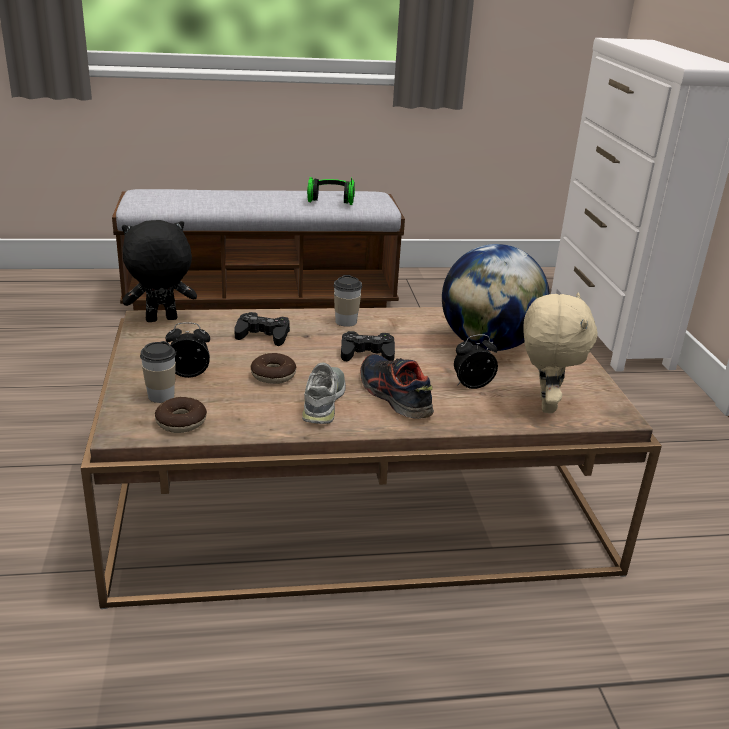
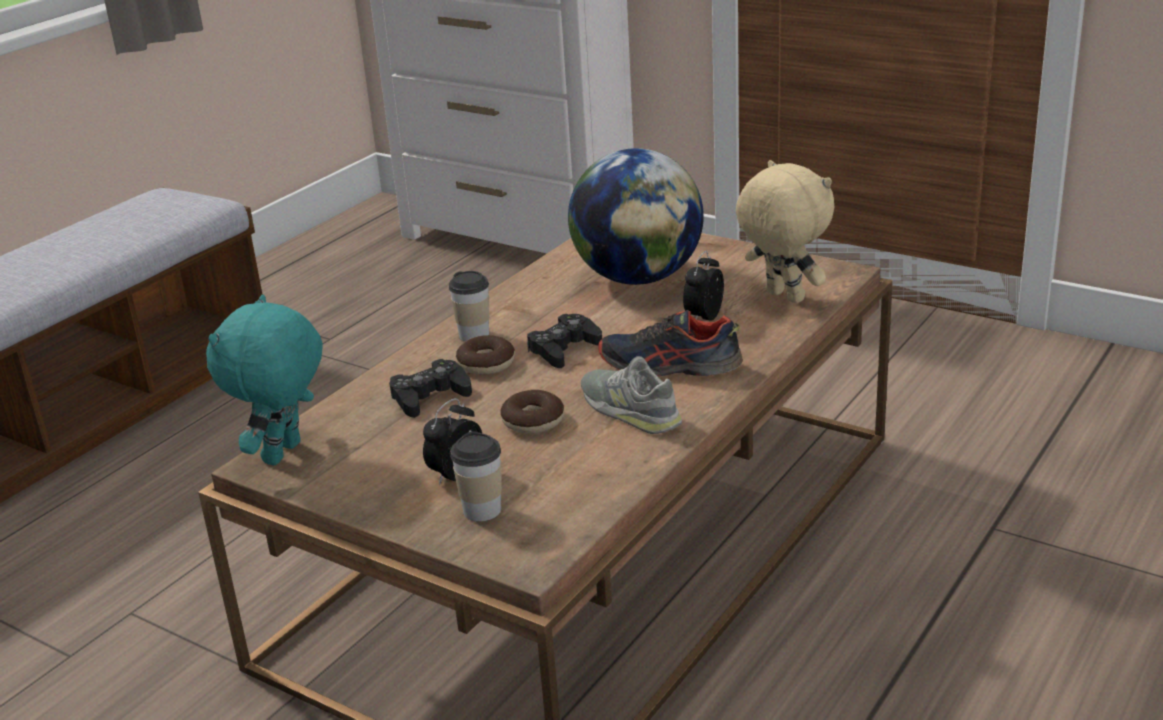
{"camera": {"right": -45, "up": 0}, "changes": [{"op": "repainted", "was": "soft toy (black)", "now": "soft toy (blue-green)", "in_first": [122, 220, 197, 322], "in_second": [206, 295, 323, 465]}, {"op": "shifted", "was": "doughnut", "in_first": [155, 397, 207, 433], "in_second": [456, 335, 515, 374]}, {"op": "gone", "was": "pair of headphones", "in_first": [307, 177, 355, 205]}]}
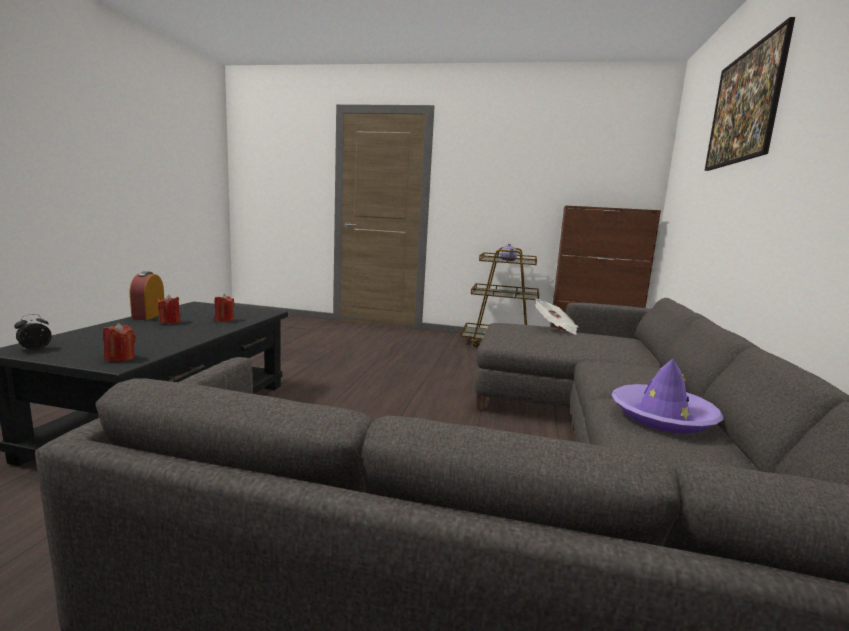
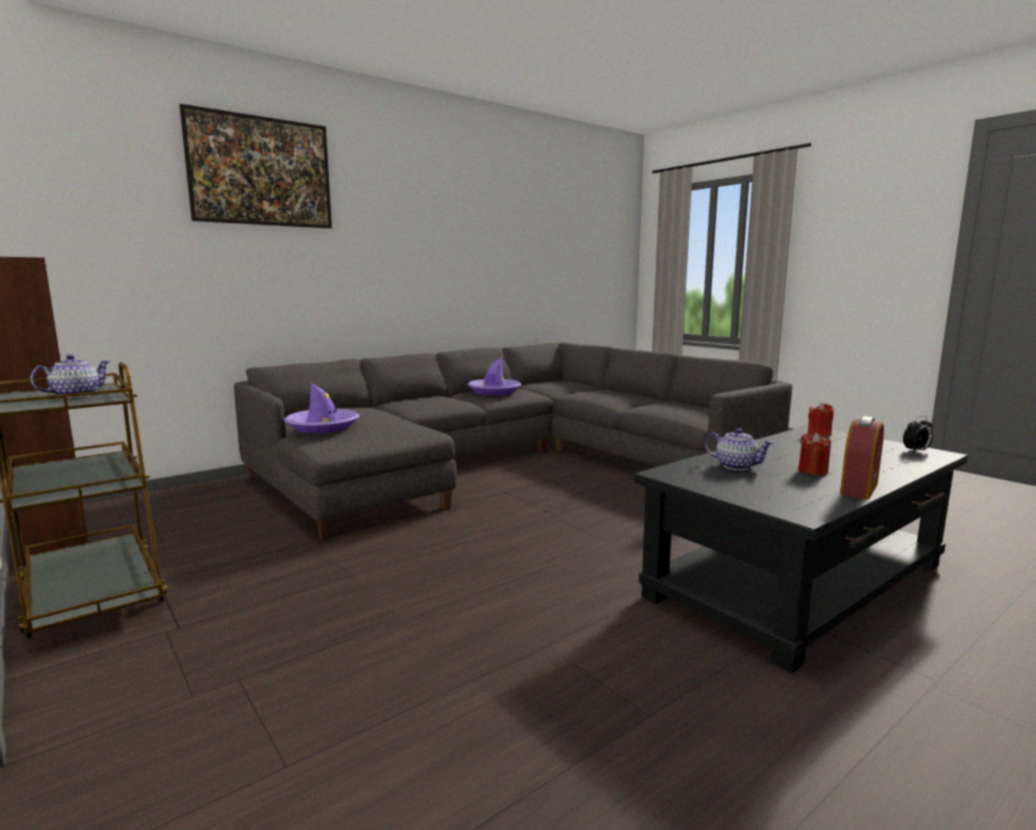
{"camera": {"right": -140, "up": 0}, "changes": [{"op": "swapped", "was": "candle (red)", "now": "tea pot", "in_first": [214, 294, 234, 322], "in_second": [705, 428, 774, 470]}, {"op": "swapped", "was": "newspaper", "now": "wearable hat (purple)", "in_first": [535, 299, 578, 335], "in_second": [284, 383, 360, 433]}]}
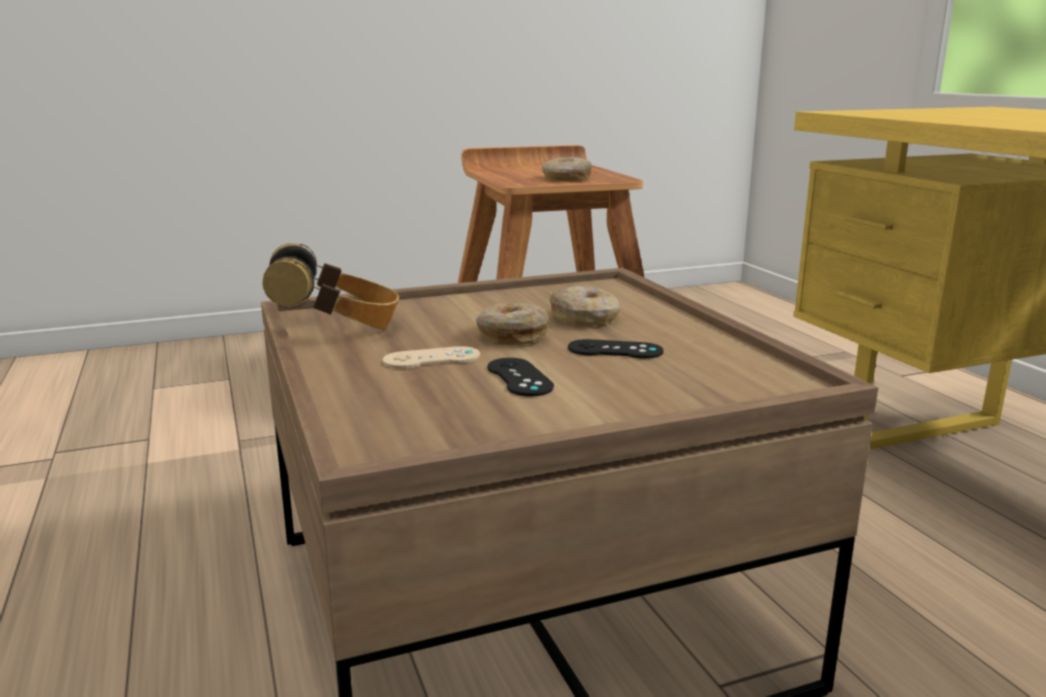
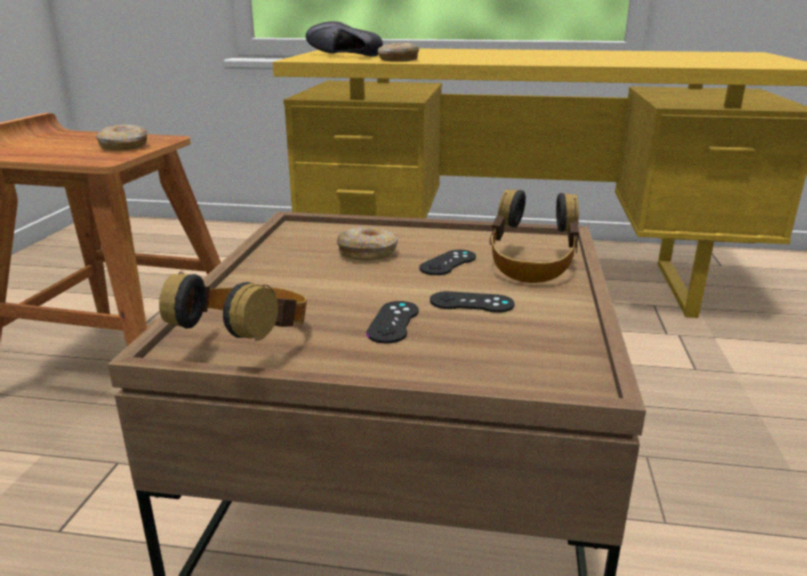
{"camera": {"right": -60, "up": 5}, "changes": [{"op": "repainted", "was": "game controller (beige)", "now": "game controller (black)", "in_first": [383, 346, 480, 369], "in_second": [366, 301, 419, 344]}, {"op": "shifted", "was": "doughnut", "in_first": [476, 303, 549, 345], "in_second": [378, 43, 419, 62]}, {"op": "new", "now": "shoe (black)", "in_second": [306, 21, 383, 57]}, {"op": "new", "now": "pair of headphones", "in_second": [490, 189, 579, 283]}]}
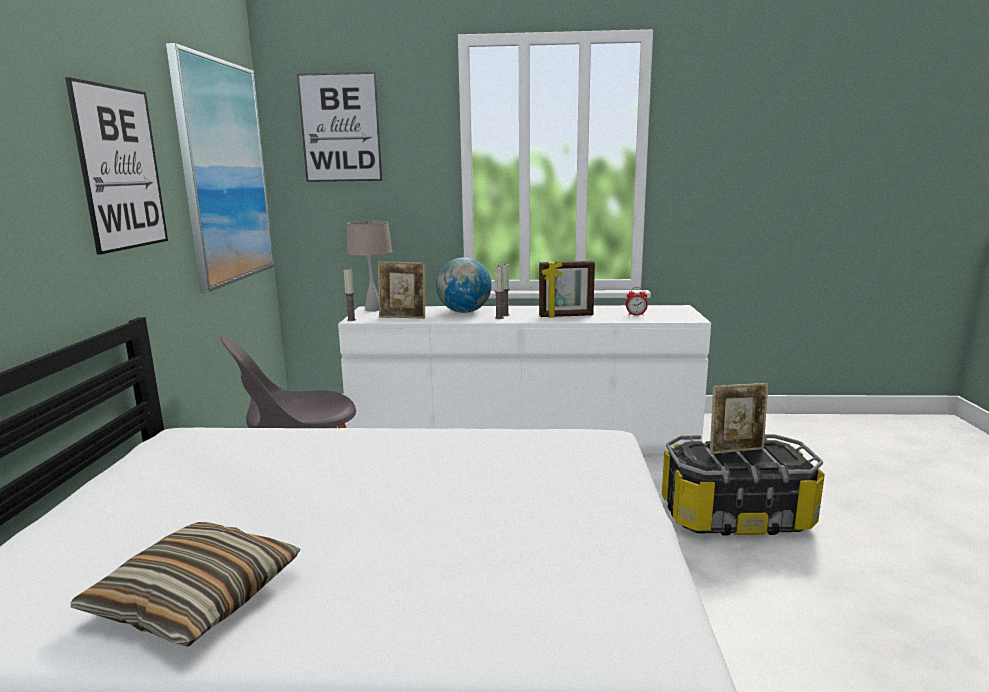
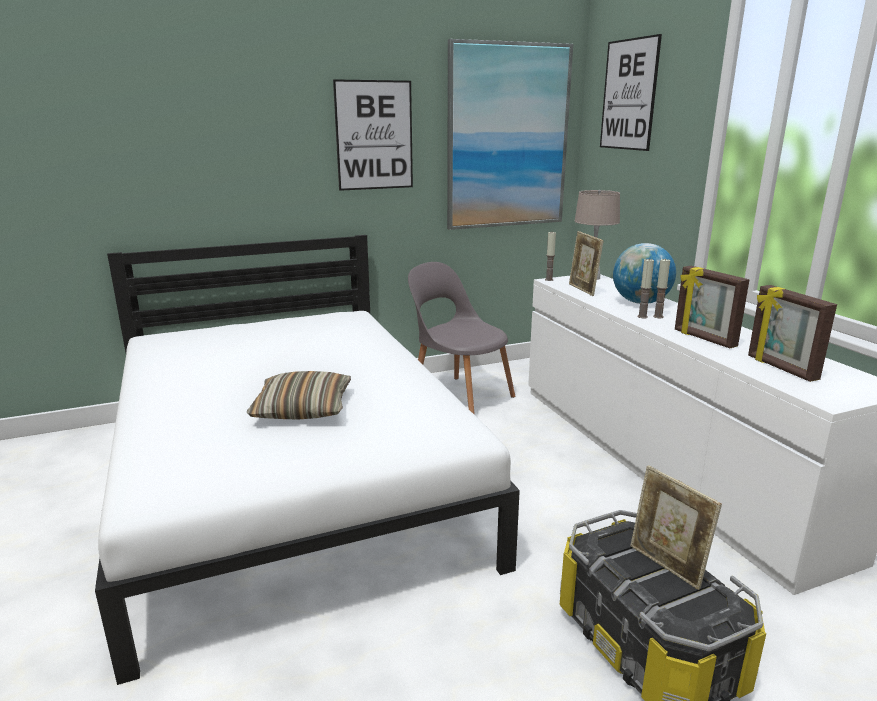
{"camera": {"right": 65, "up": 5}, "changes": [{"op": "shifted", "was": "pillow", "in_first": [70, 522, 301, 647], "in_second": [247, 371, 351, 420]}, {"op": "swapped", "was": "alarm clock", "now": "standing frame", "in_first": [626, 287, 648, 316], "in_second": [748, 285, 837, 382]}]}
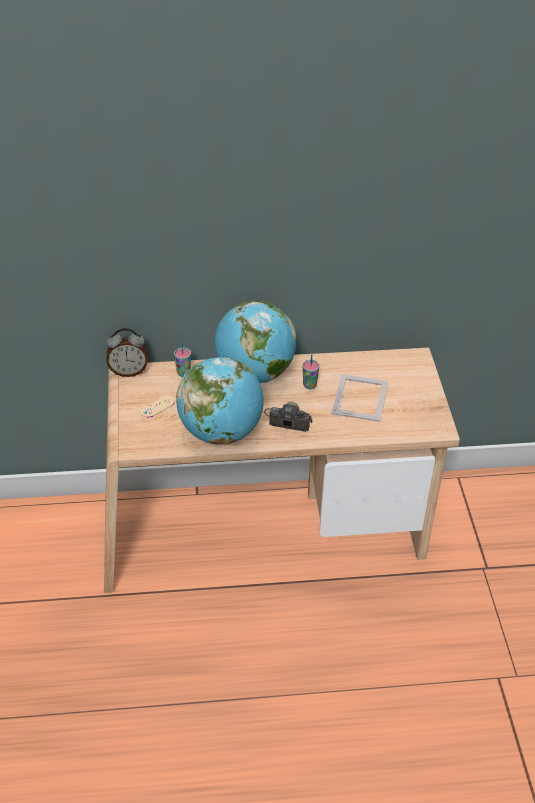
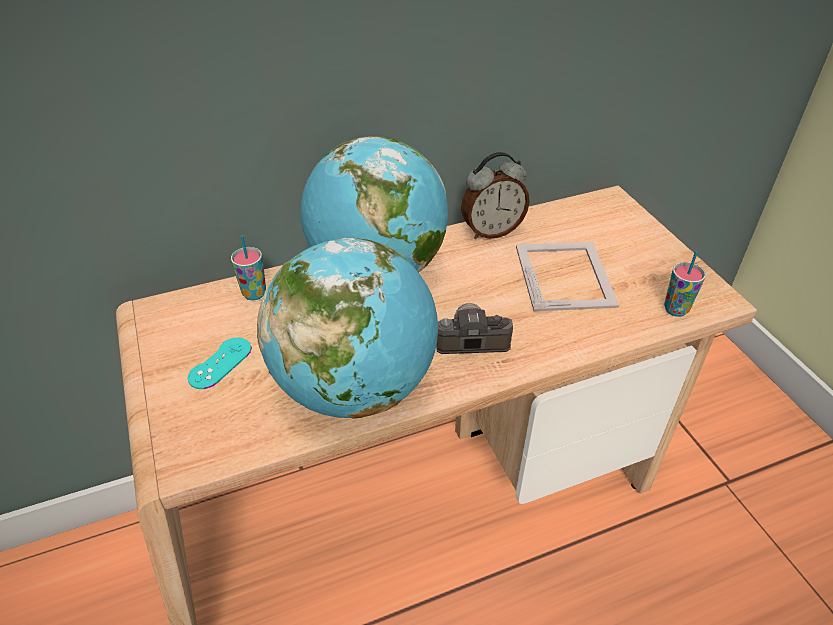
{"camera": {"right": -15, "up": 0}, "changes": [{"op": "shifted", "was": "alarm clock", "in_first": [106, 328, 148, 377], "in_second": [461, 152, 530, 239]}, {"op": "repainted", "was": "game controller (beige)", "now": "game controller (blue-green)", "in_first": [140, 395, 175, 418], "in_second": [188, 338, 251, 389]}, {"op": "shifted", "was": "small cup", "in_first": [303, 354, 320, 389], "in_second": [664, 251, 706, 317]}]}
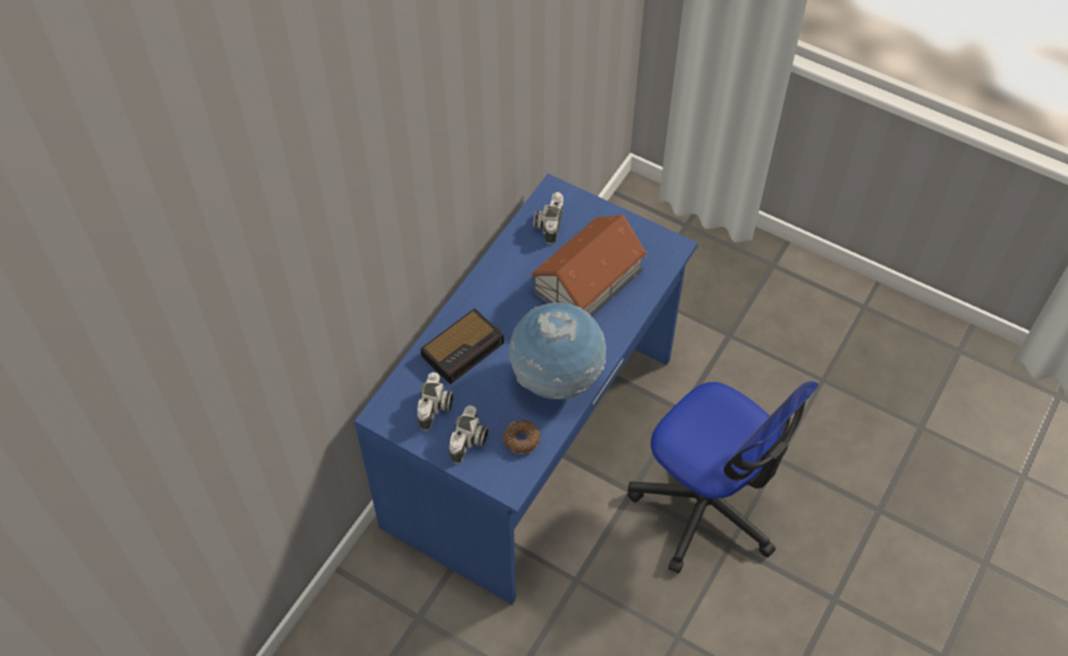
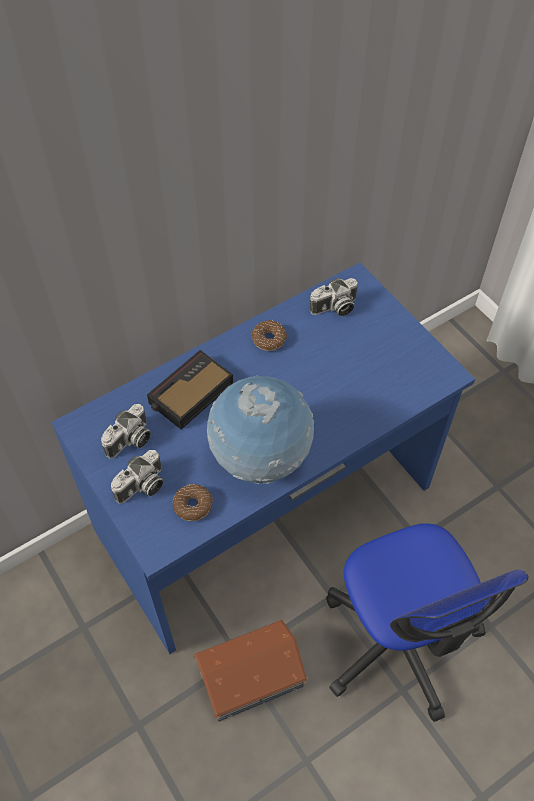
{"camera": {"right": 25, "up": 0}, "changes": [{"op": "rotated", "was": "alarm clock", "in_first": [421, 308, 504, 384], "in_second": [147, 350, 233, 429], "clockwise": 150}, {"op": "shifted", "was": "toy house", "in_first": [530, 215, 647, 316], "in_second": [192, 620, 308, 722]}, {"op": "rotated", "was": "photo camera", "in_first": [533, 192, 563, 244], "in_second": [309, 278, 358, 316], "clockwise": -150}, {"op": "new", "now": "doughnut", "in_second": [251, 320, 287, 351]}]}
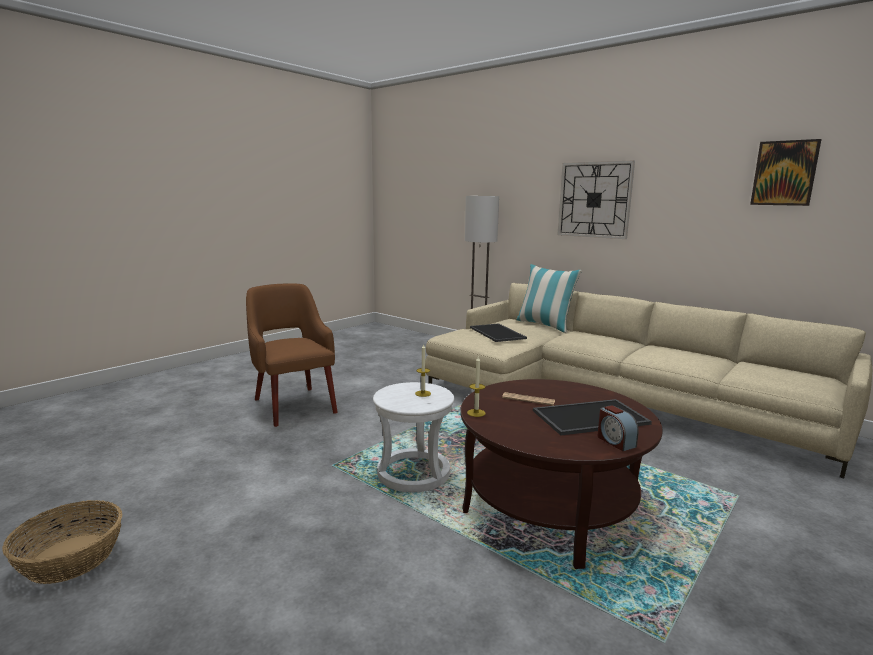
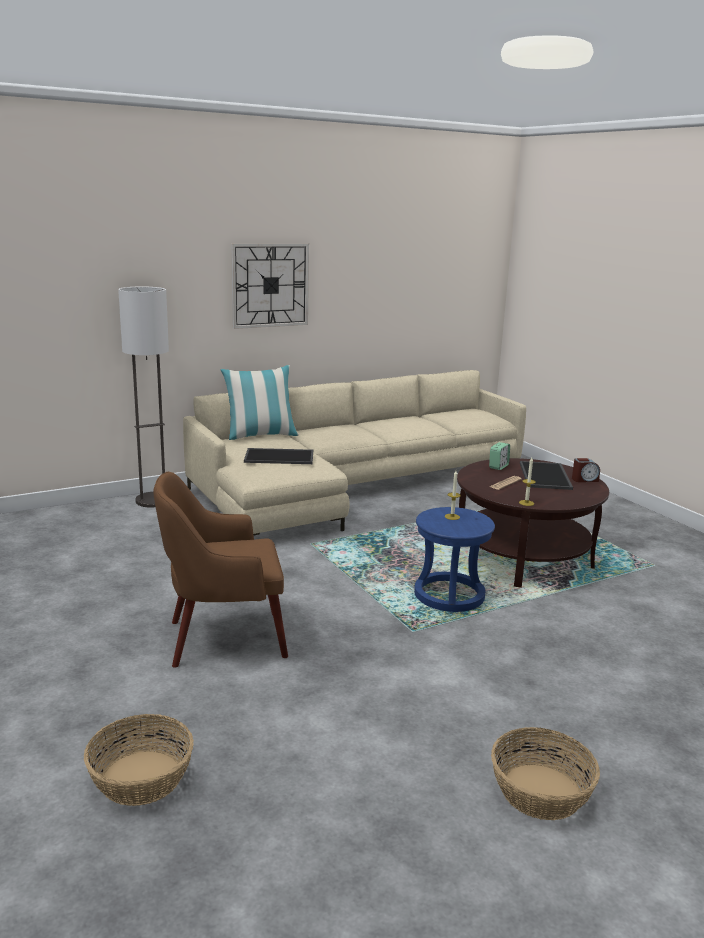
{"camera": {"right": -70, "up": 5}, "changes": [{"op": "repainted", "was": "stool (white)", "now": "stool (blue-coloured)", "in_first": [373, 382, 454, 493], "in_second": [414, 507, 495, 612]}, {"op": "gone", "was": "wall picture", "in_first": [750, 139, 821, 206]}, {"op": "new", "now": "storage basket", "in_second": [84, 714, 194, 806]}, {"op": "new", "now": "alarm clock", "in_second": [489, 442, 510, 470]}]}
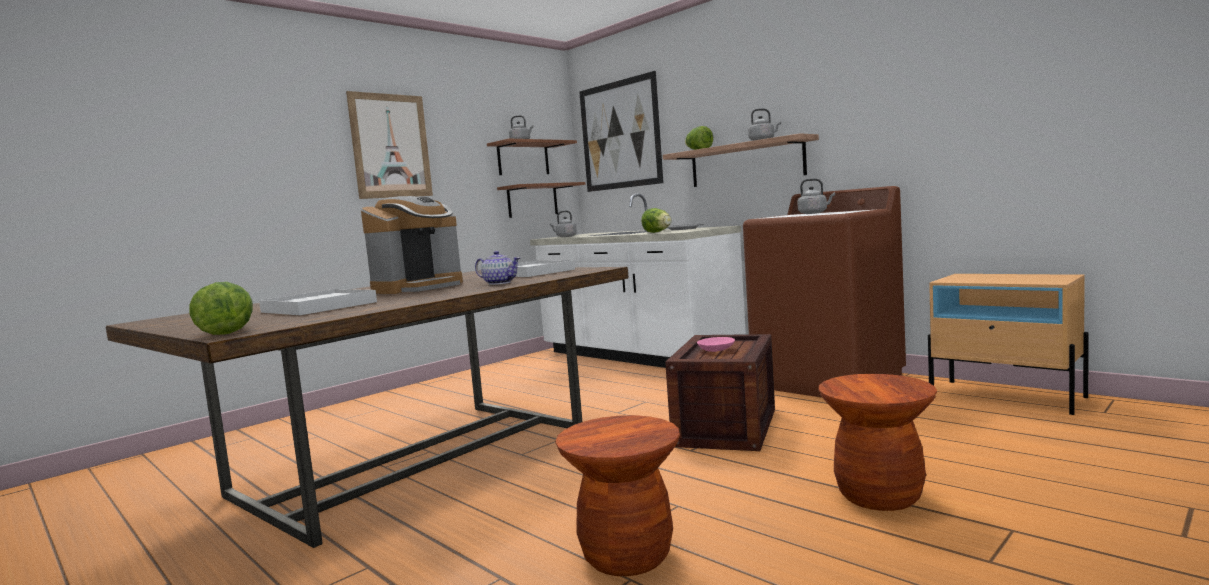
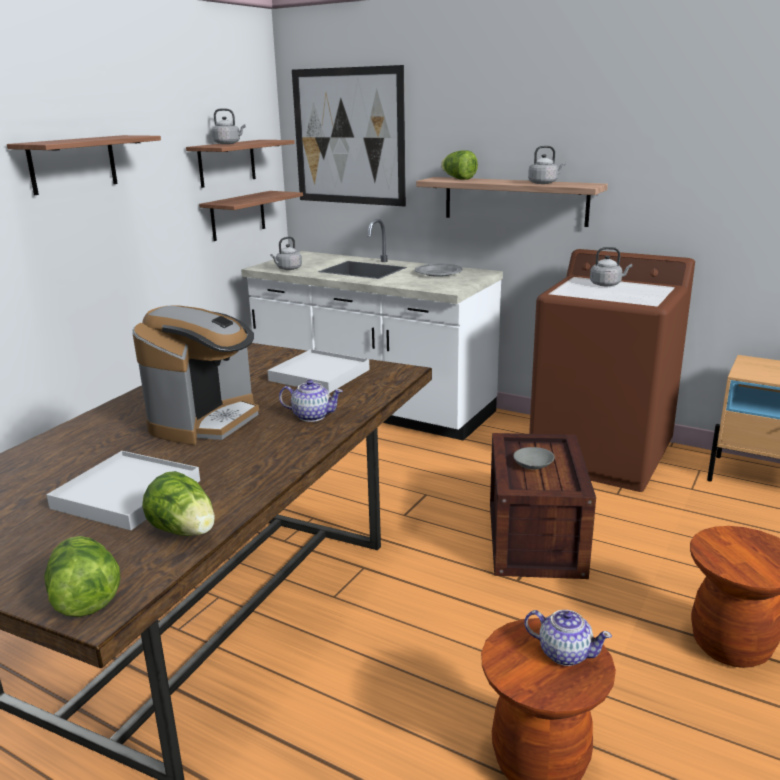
{"camera": {"right": -15, "up": 15}, "changes": [{"op": "swapped", "was": "wall picture", "now": "wall shelf", "in_first": [346, 91, 433, 199], "in_second": [7, 135, 161, 195]}, {"op": "shifted", "was": "lettuce head", "in_first": [641, 208, 672, 233], "in_second": [142, 471, 215, 536]}, {"op": "repainted", "was": "bowl (pink)", "now": "bowl (gray)", "in_first": [697, 337, 735, 352], "in_second": [513, 447, 555, 469]}, {"op": "new", "now": "tea pot", "in_second": [524, 610, 612, 666]}]}
